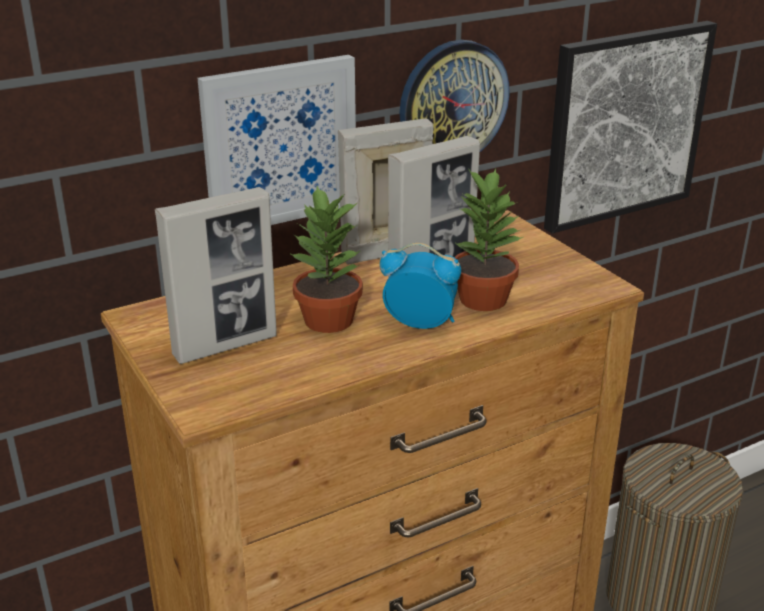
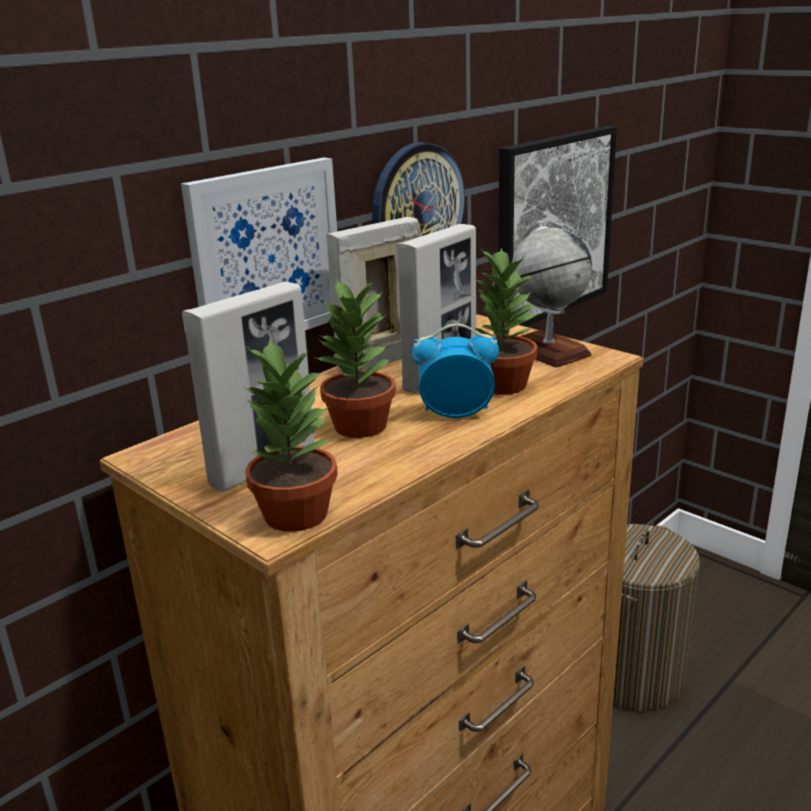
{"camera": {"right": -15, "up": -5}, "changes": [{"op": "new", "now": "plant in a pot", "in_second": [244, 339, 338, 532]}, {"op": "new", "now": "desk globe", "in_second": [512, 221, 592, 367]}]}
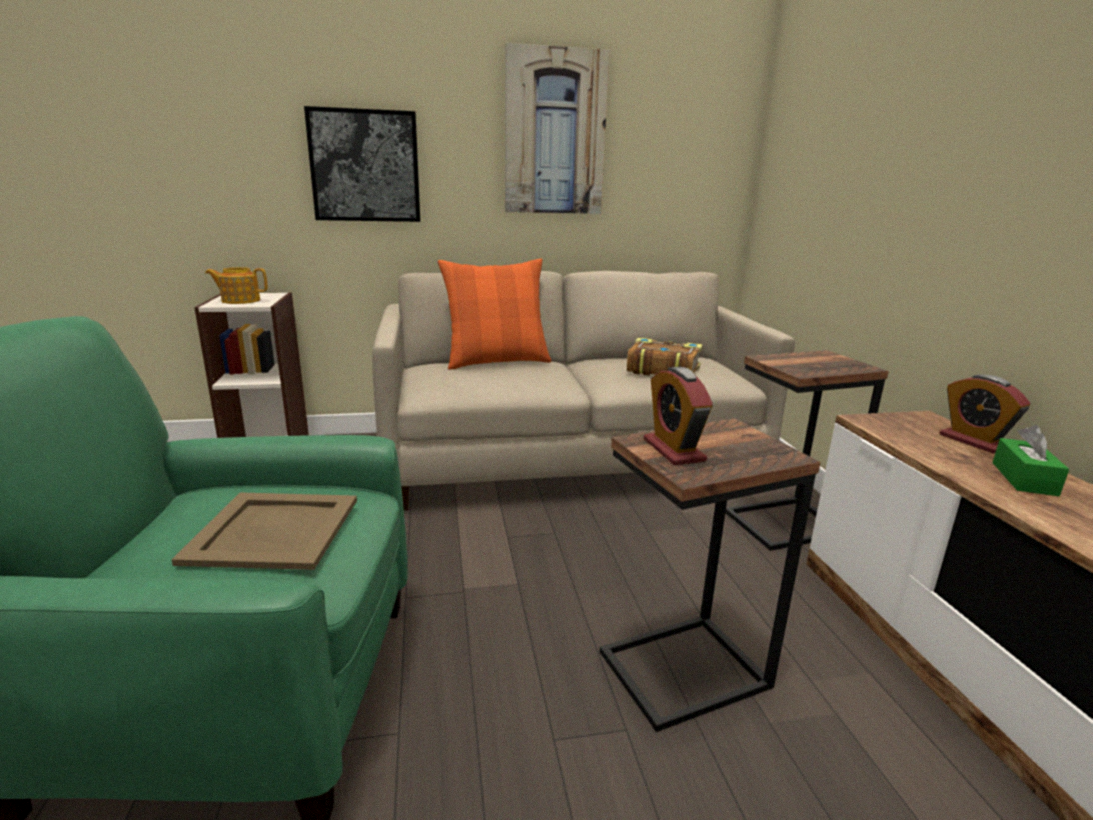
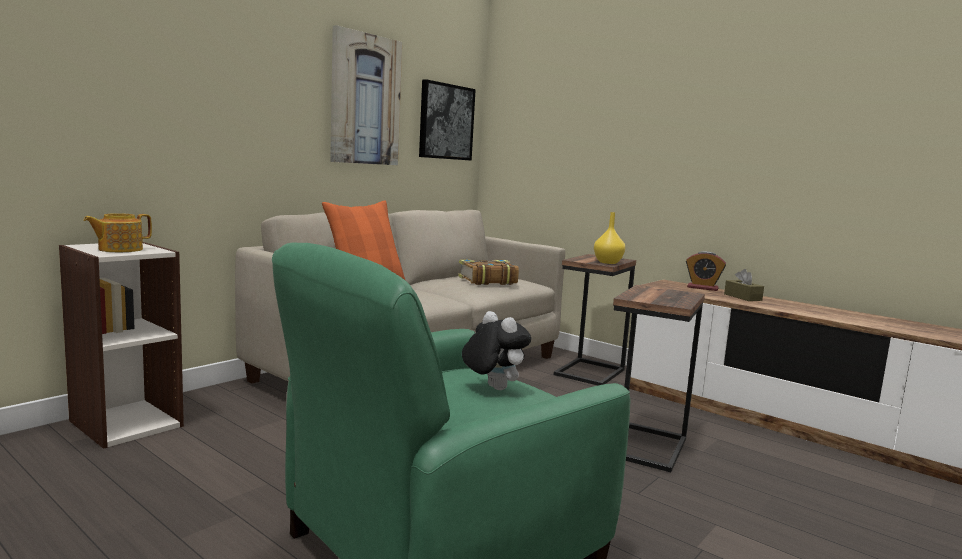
{"camera": {"right": -40, "up": -10}, "changes": [{"op": "swapped", "was": "carrying tray (beige)", "now": "soft toy", "in_first": [171, 492, 357, 570], "in_second": [462, 311, 531, 390]}, {"op": "shifted", "was": "wall picture", "in_first": [304, 106, 420, 222], "in_second": [419, 79, 476, 161]}, {"op": "gone", "was": "alarm clock", "in_first": [644, 367, 713, 465]}, {"op": "repainted", "was": "box of tissues (green)", "now": "box of tissues (brown-coloured)", "in_first": [992, 425, 1069, 496], "in_second": [724, 269, 764, 301]}, {"op": "new", "now": "vase (yellowish)", "in_second": [594, 212, 625, 264]}]}
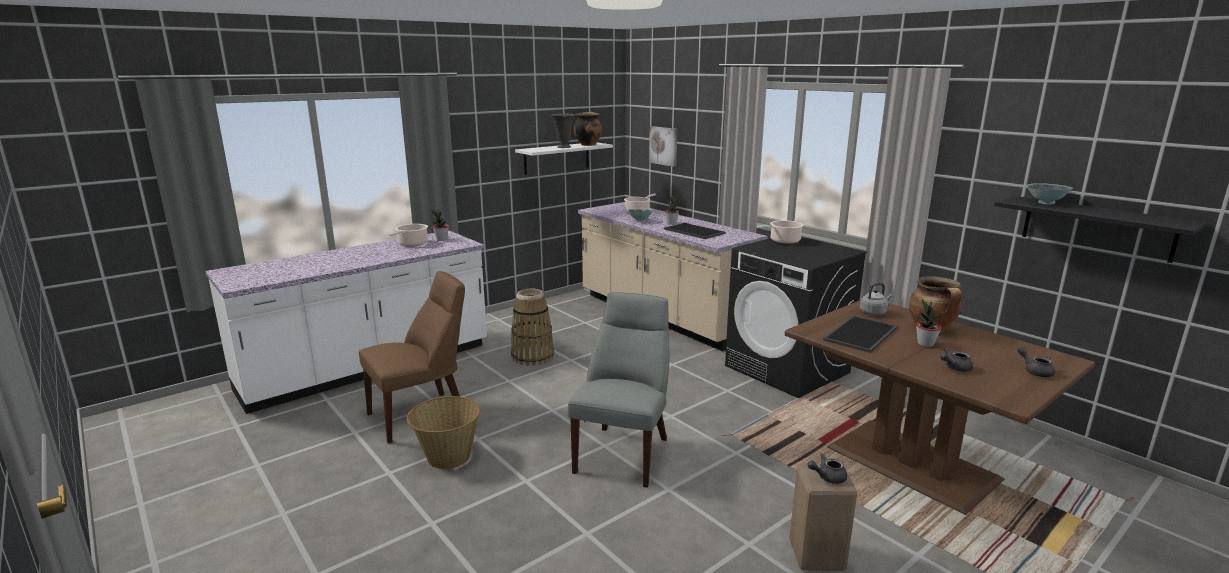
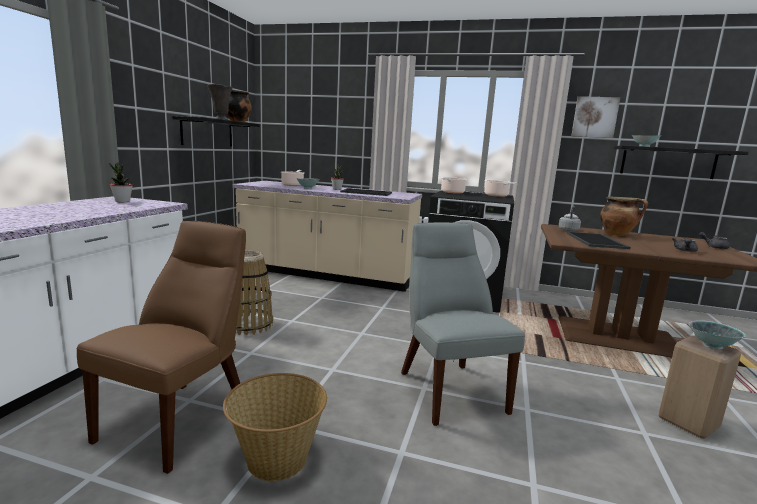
{"camera": {"right": -35, "up": -5}, "changes": [{"op": "shifted", "was": "stockpot", "in_first": [390, 224, 428, 247], "in_second": [484, 180, 518, 197]}, {"op": "repainted", "was": "wall shelf (white)", "now": "wall shelf (black)", "in_first": [515, 143, 613, 175], "in_second": [172, 116, 260, 146]}, {"op": "shifted", "was": "wall picture", "in_first": [649, 126, 677, 167], "in_second": [571, 96, 621, 138]}, {"op": "swapped", "was": "tea pot (gray)", "now": "bowl", "in_first": [807, 453, 847, 484], "in_second": [689, 320, 746, 350]}, {"op": "gone", "was": "plant in a pot", "in_first": [916, 299, 942, 347]}]}
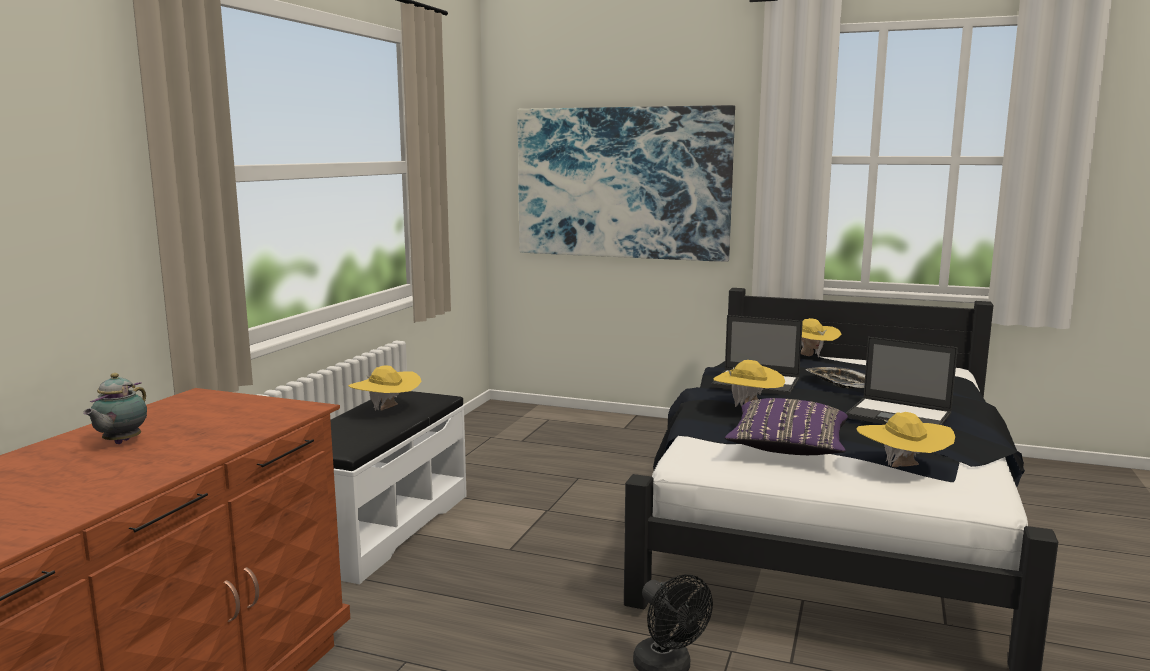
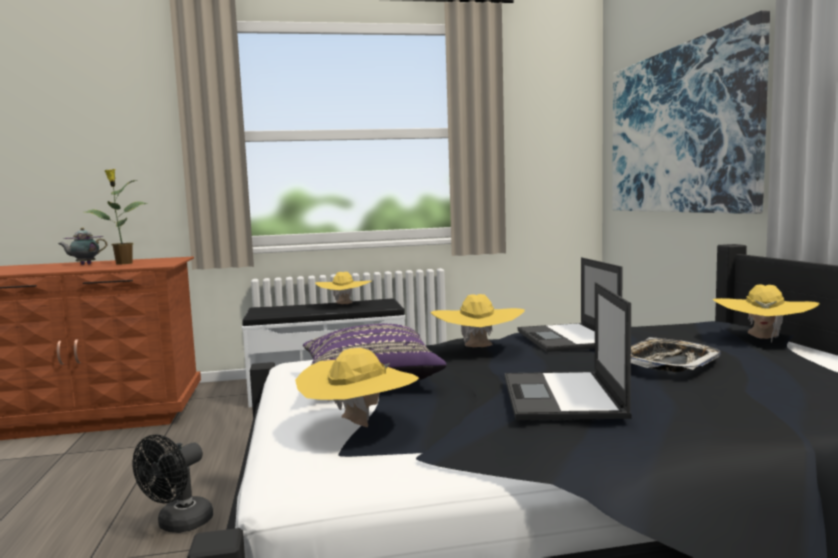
{"camera": {"right": 60, "up": -5}, "changes": [{"op": "new", "now": "plant in a pot", "in_second": [85, 169, 148, 264]}]}
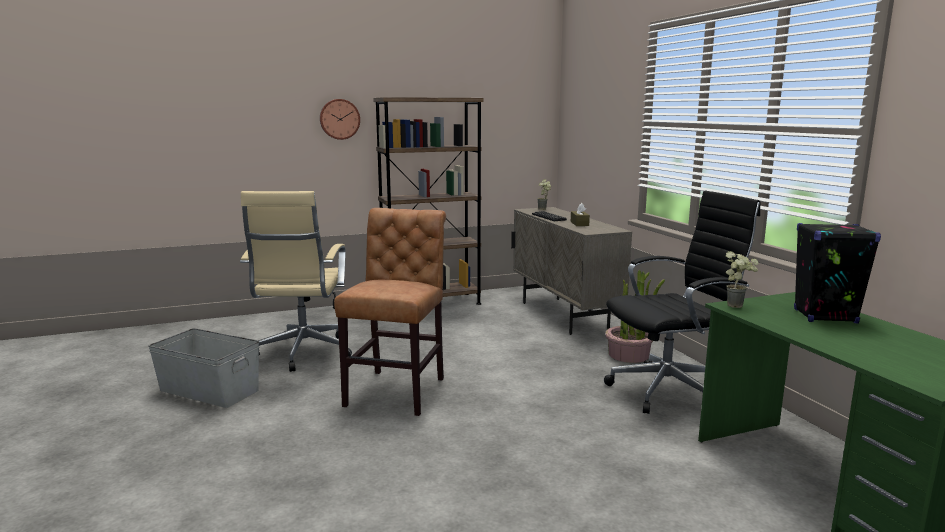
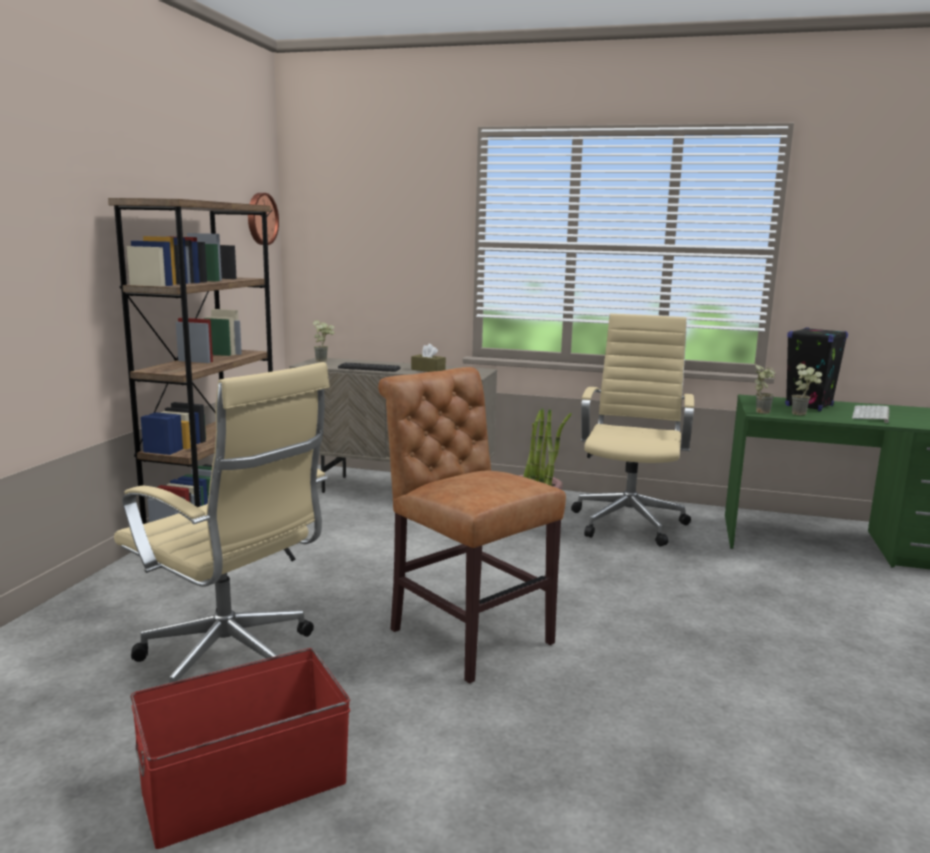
{"camera": {"right": -55, "up": 0}, "changes": [{"op": "repainted", "was": "storage box (gray)", "now": "storage box (red)", "in_first": [148, 328, 259, 408], "in_second": [130, 648, 350, 849]}, {"op": "shifted", "was": "clock on the wall", "in_first": [320, 99, 360, 140], "in_second": [248, 193, 279, 245]}, {"op": "repainted", "was": "computer chair (black)", "now": "computer chair (beige)", "in_first": [604, 191, 760, 414], "in_second": [571, 314, 694, 547]}, {"op": "new", "now": "plant in a pot", "in_second": [792, 363, 822, 415]}, {"op": "new", "now": "PC keyboard", "in_second": [852, 405, 890, 423]}]}
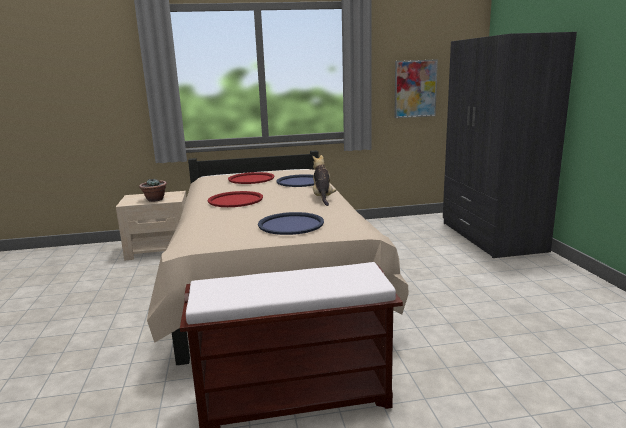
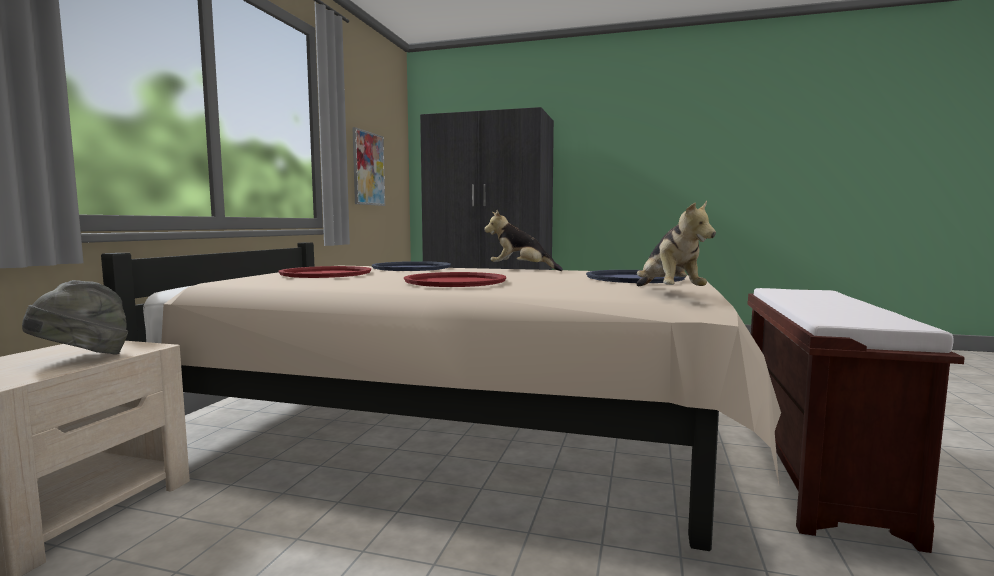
{"camera": {"right": -65, "up": -10}, "changes": [{"op": "swapped", "was": "plant in a pot", "now": "wearable hat (gray)", "in_first": [139, 179, 167, 202], "in_second": [22, 280, 128, 355]}, {"op": "new", "now": "soft toy", "in_second": [636, 201, 716, 286]}]}
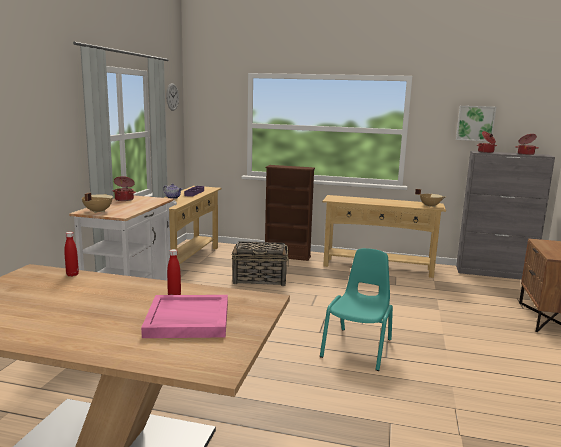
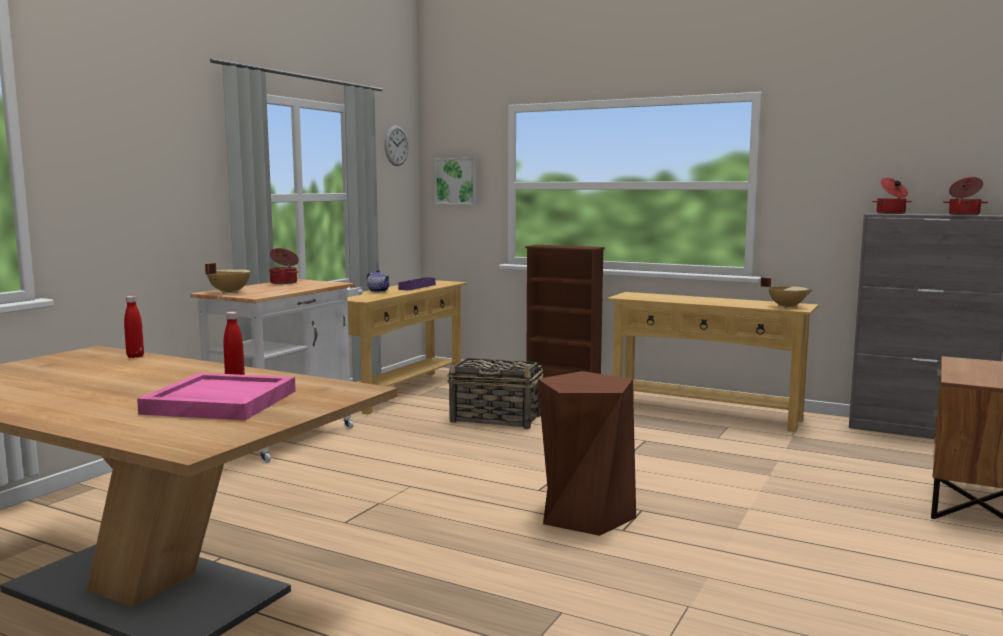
{"camera": {"right": 15, "up": -5}, "changes": [{"op": "swapped", "was": "chair (blue-green)", "now": "stool (brown-coloured)", "in_first": [320, 248, 393, 371], "in_second": [538, 371, 636, 536]}, {"op": "shifted", "was": "wall picture", "in_first": [456, 106, 496, 141], "in_second": [435, 158, 477, 205]}]}
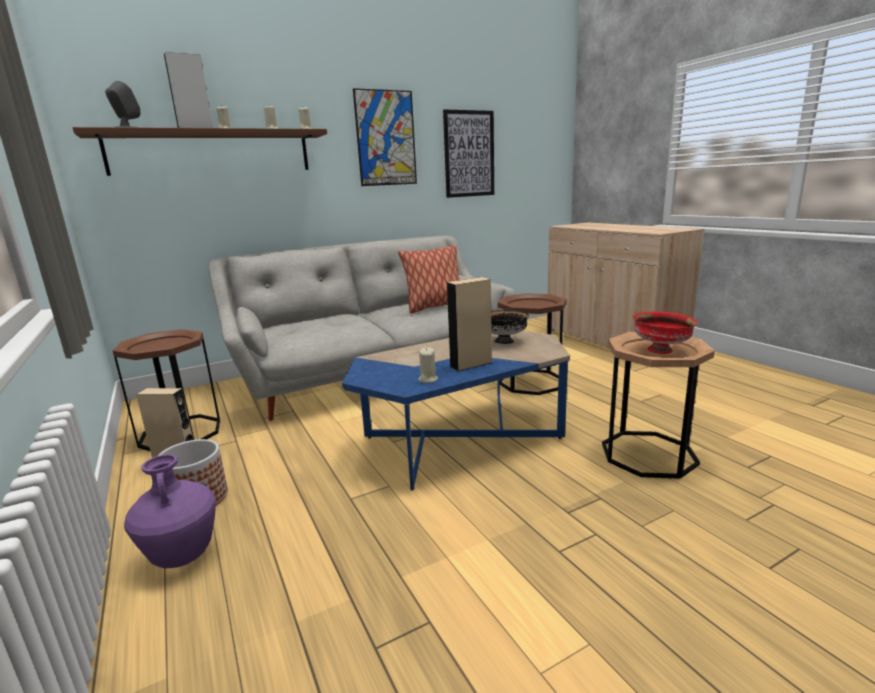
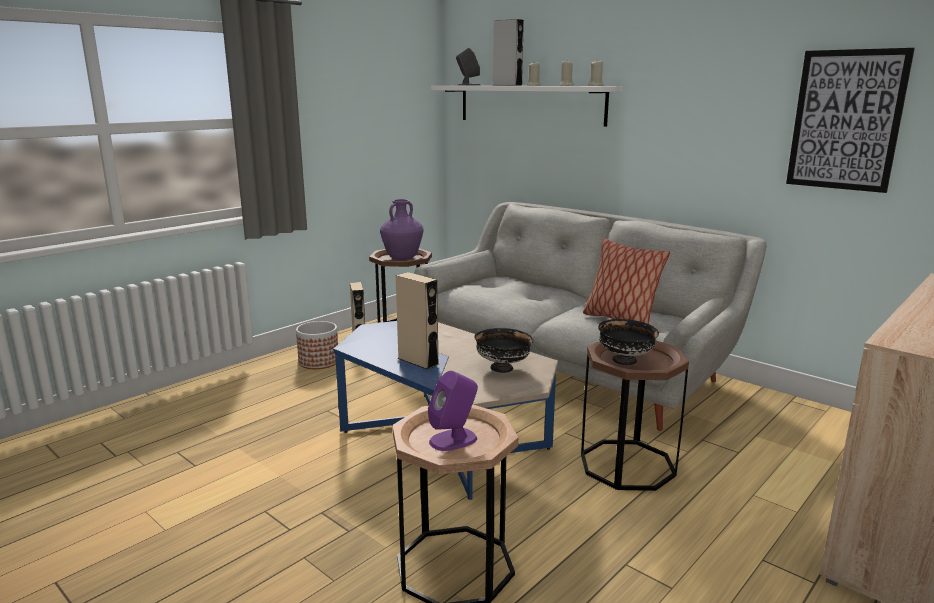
{"camera": {"right": 70, "up": 0}, "changes": [{"op": "repainted", "was": "wall shelf (brown-coloured)", "now": "wall shelf (white)", "in_first": [73, 127, 327, 176], "in_second": [431, 86, 622, 127]}, {"op": "shifted", "was": "vase (purple)", "in_first": [124, 454, 216, 568], "in_second": [380, 199, 424, 260]}, {"op": "gone", "was": "wall picture", "in_first": [353, 88, 417, 186]}, {"op": "gone", "was": "candle (beige)", "in_first": [418, 347, 438, 383]}, {"op": "swapped", "was": "bowl (red)", "now": "audio speaker (purple)", "in_first": [633, 312, 697, 354], "in_second": [428, 371, 478, 451]}, {"op": "new", "now": "bowl (black)", "in_second": [598, 319, 659, 365]}]}
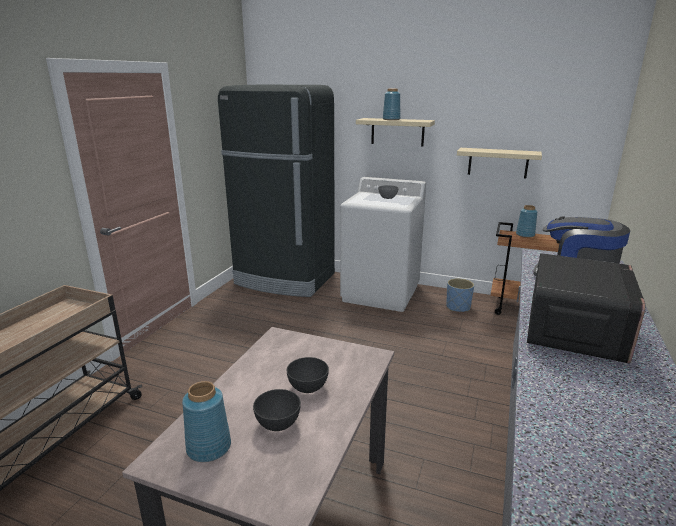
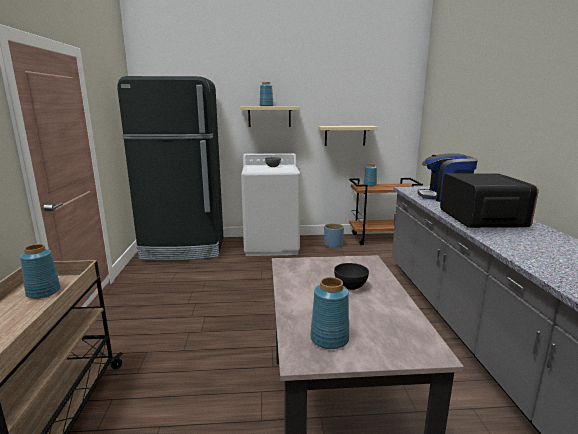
{"camera": {"right": -25, "up": -5}, "changes": [{"op": "gone", "was": "bowl (gray)", "in_first": [253, 389, 301, 431]}, {"op": "new", "now": "vase (blue-coloured)", "in_second": [20, 244, 61, 299]}]}
